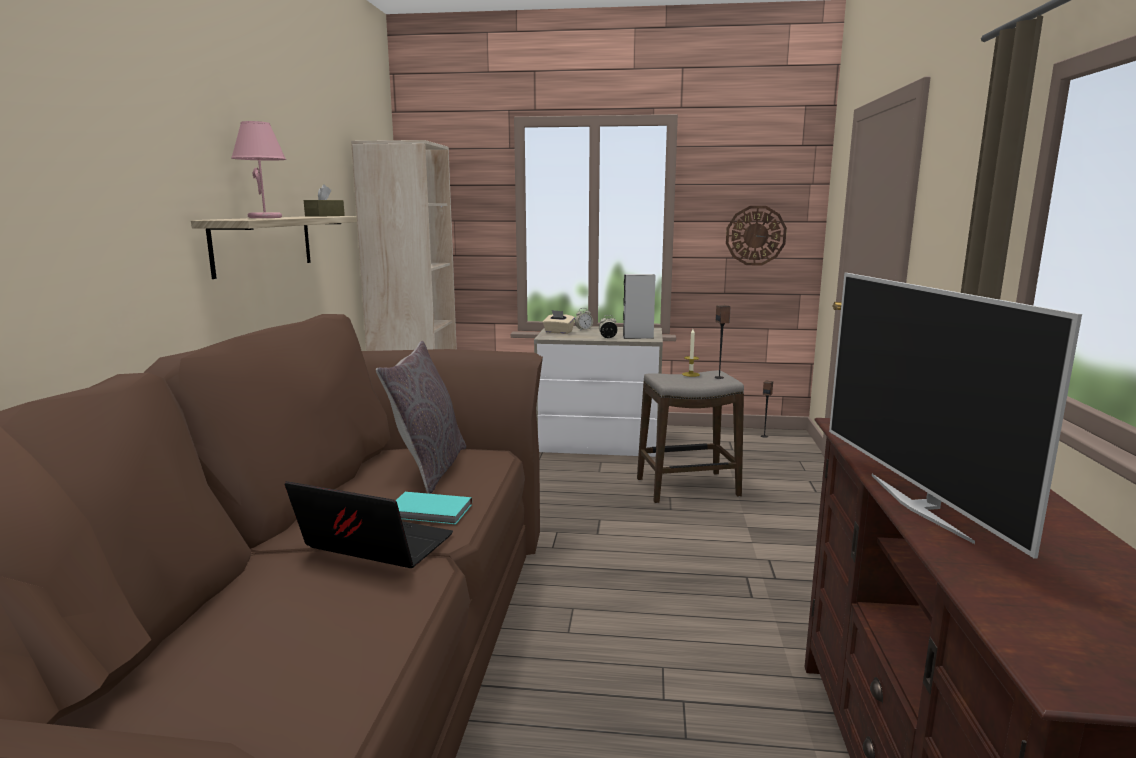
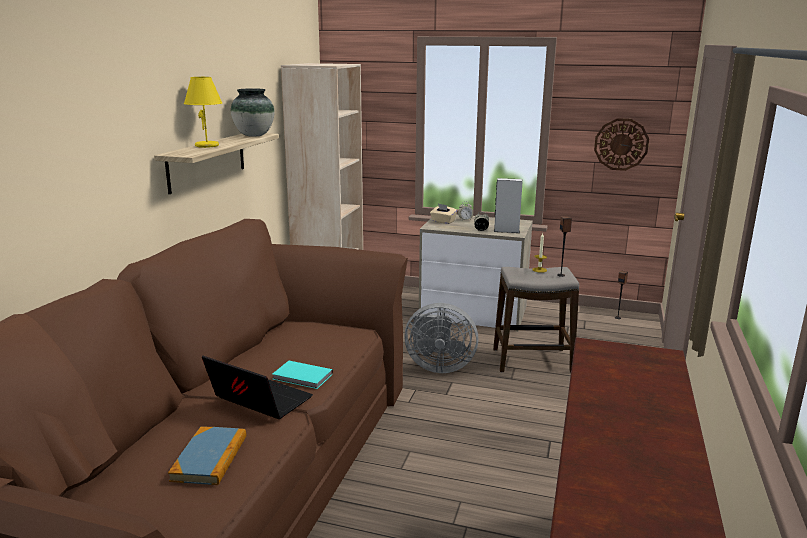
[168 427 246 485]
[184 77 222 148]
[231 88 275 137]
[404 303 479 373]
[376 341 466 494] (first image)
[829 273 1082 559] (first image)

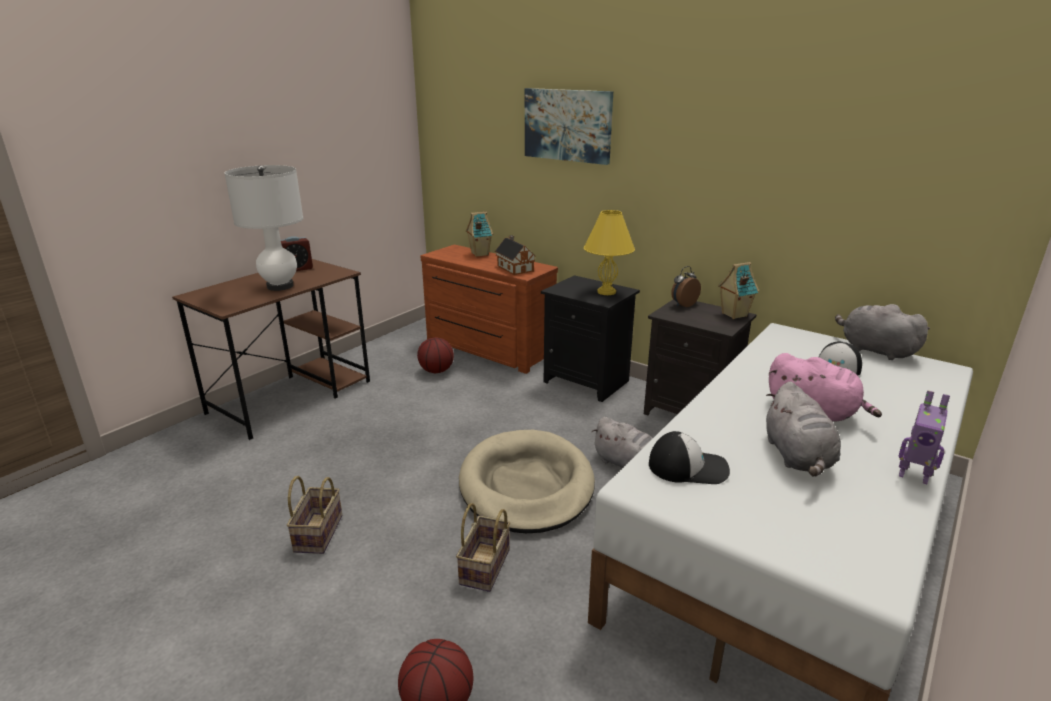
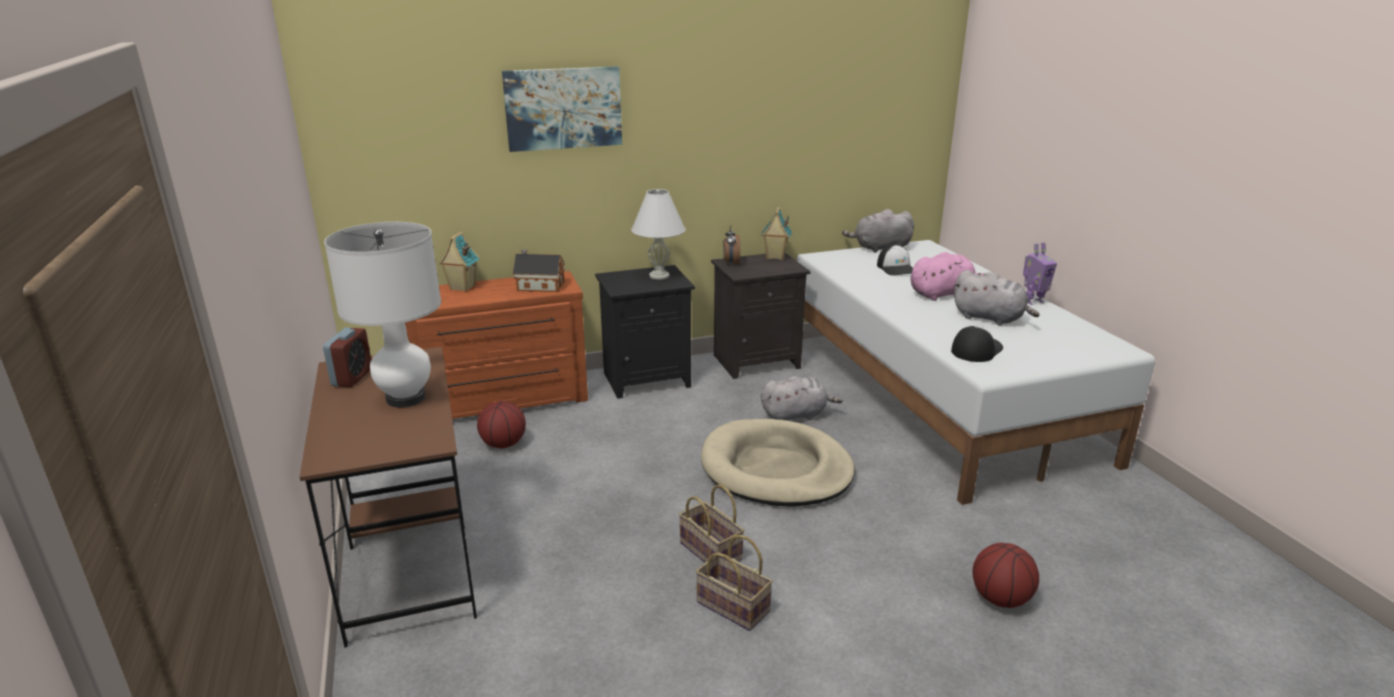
[631 189 686 280]
[679 484 744 563]

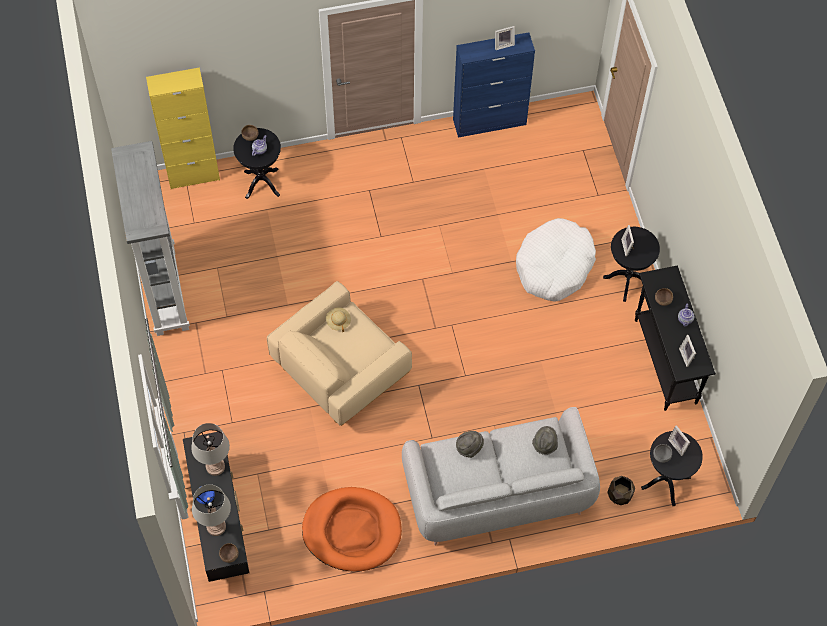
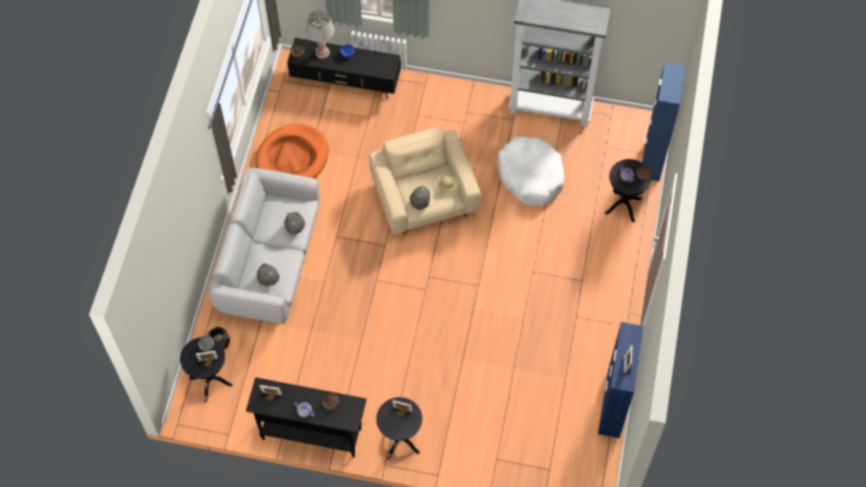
[410 186 430 210]
[497 136 564 206]
[642 62 685 181]
[191 423 230 476] (first image)

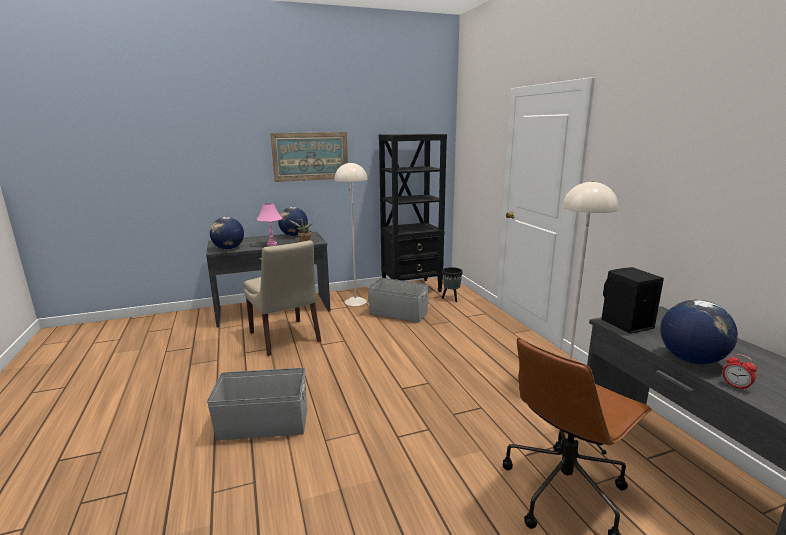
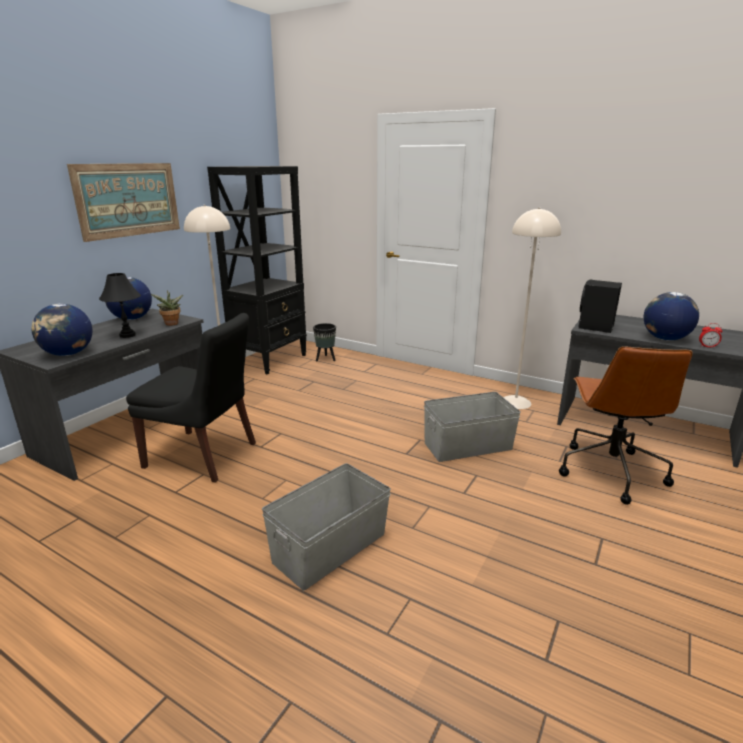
[99 273 141 338]
[126 313 256 483]
[424 392 521 462]

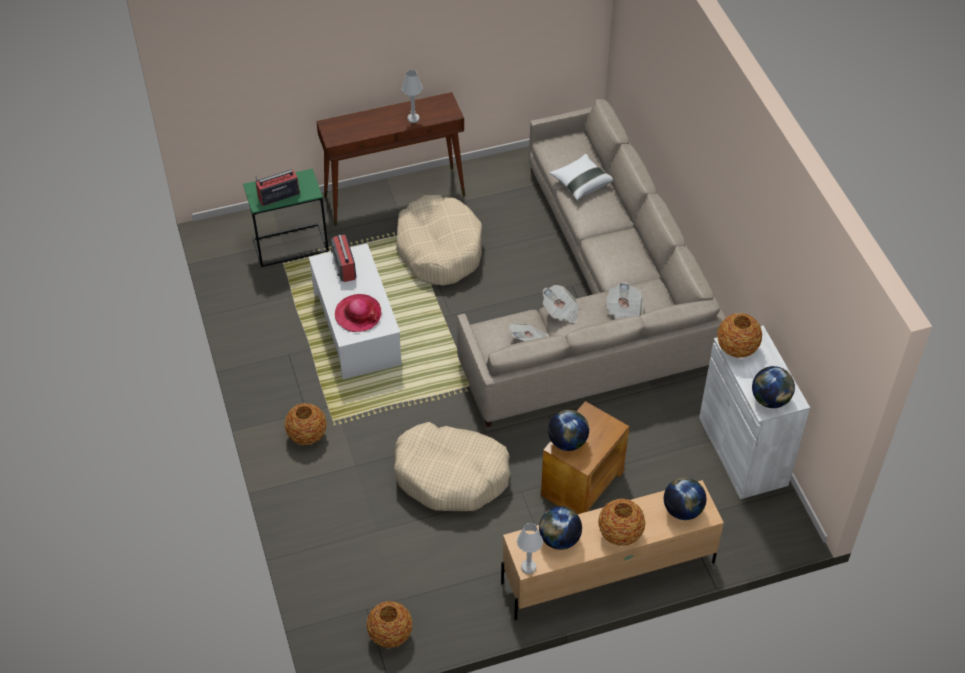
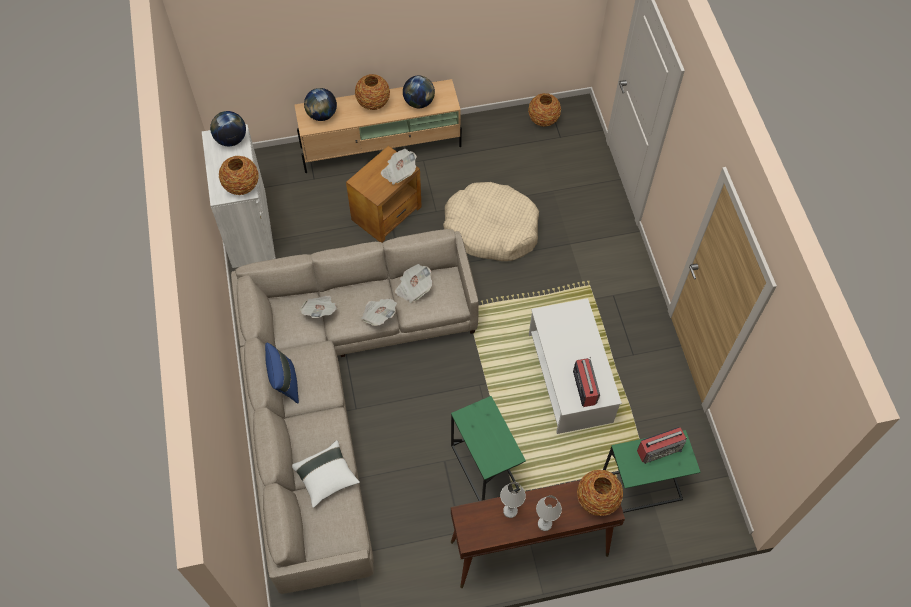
[265 343 299 404]
[381 149 417 185]
[451 396 526 501]
[536 495 562 531]
[577 470 623 516]
[335 294 381 332] (first image)

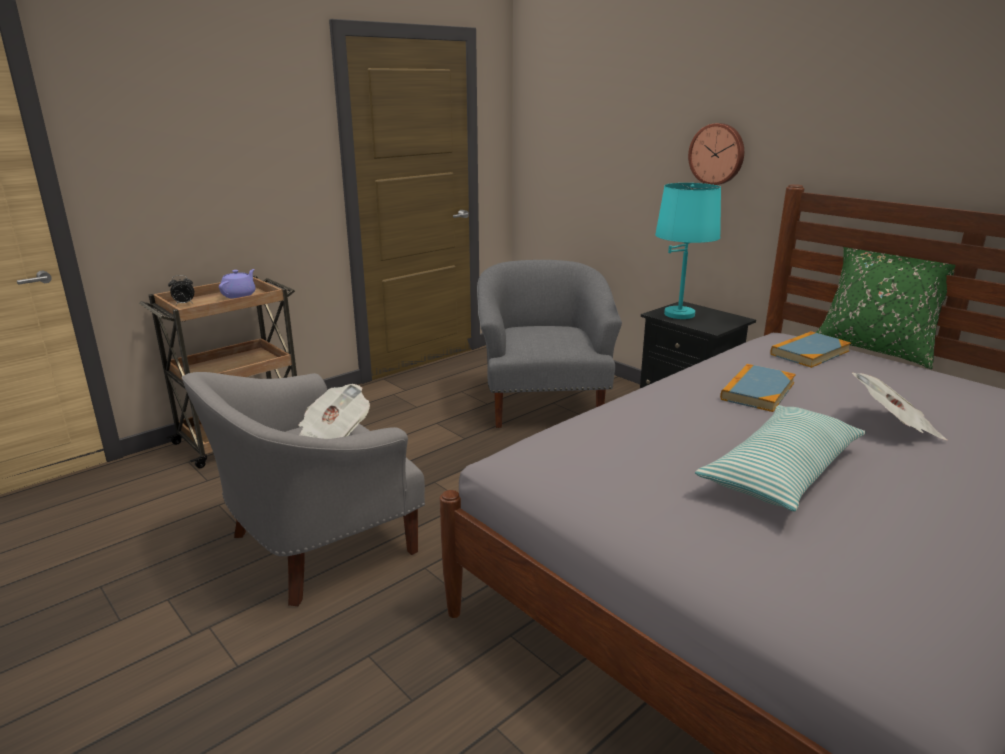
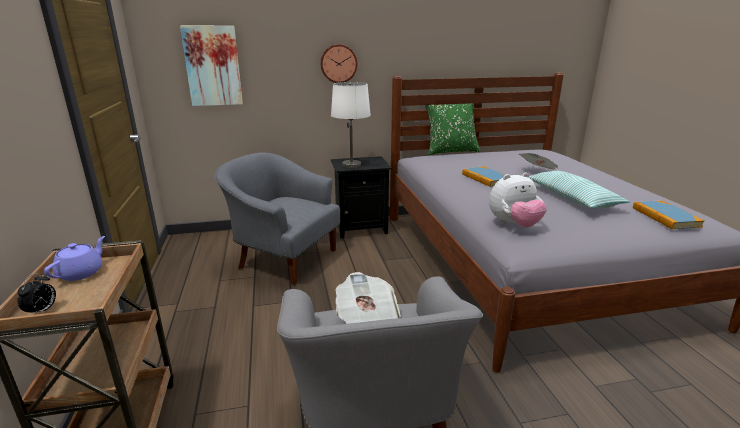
[44 236 105 281]
[180 26 243 106]
[331 82 371 168]
[489 172 547 228]
[633 201 705 229]

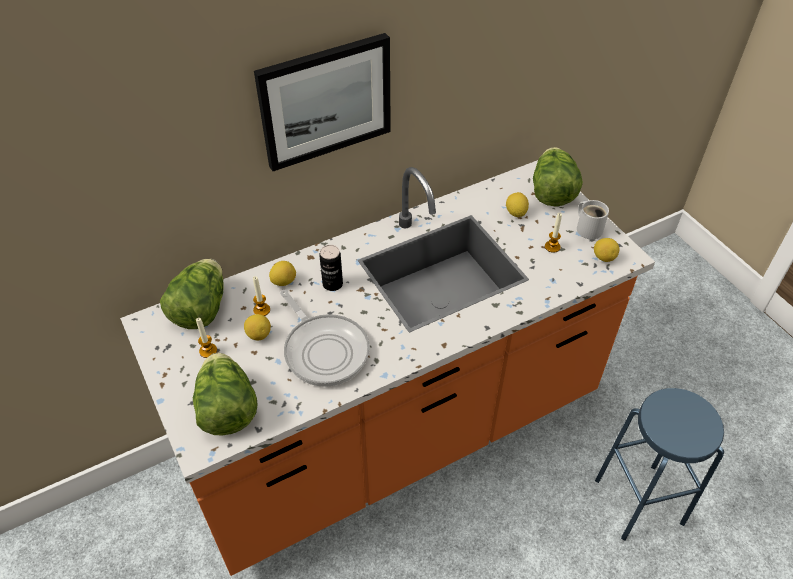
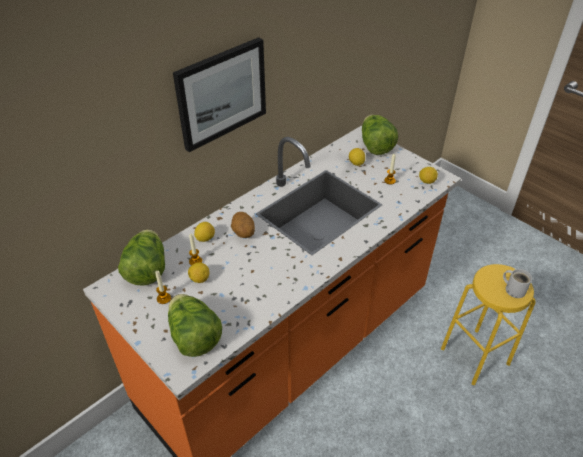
[231 212 255 238]
[441 264 535 385]
[503 269 532 298]
[280 290 370 387] (first image)

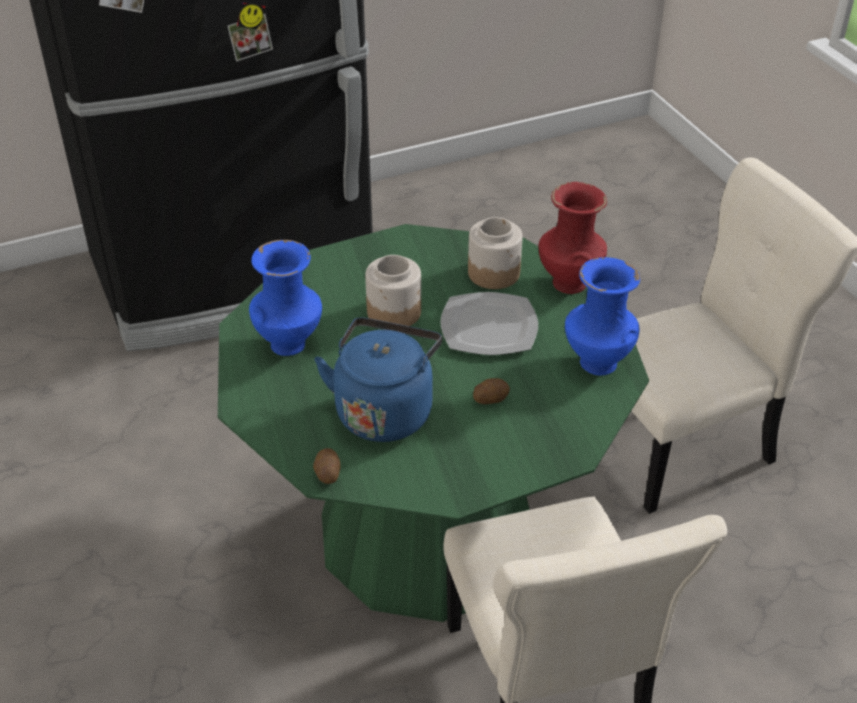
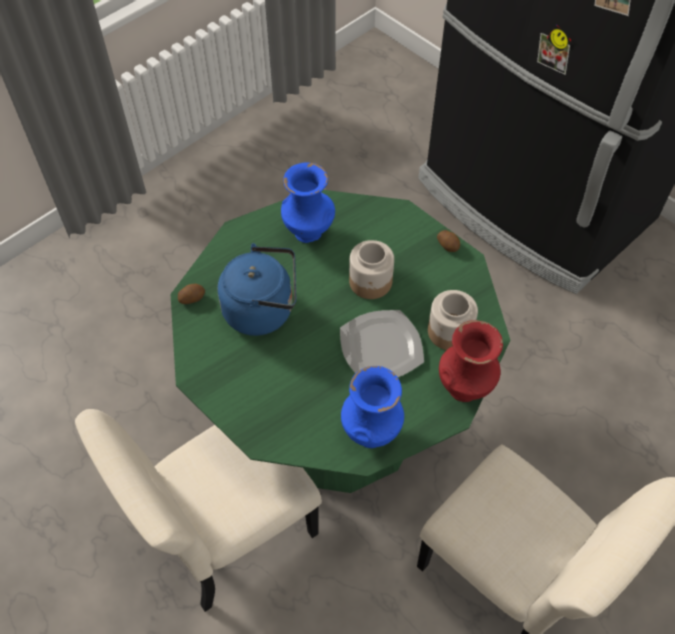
[437 230 460 252]

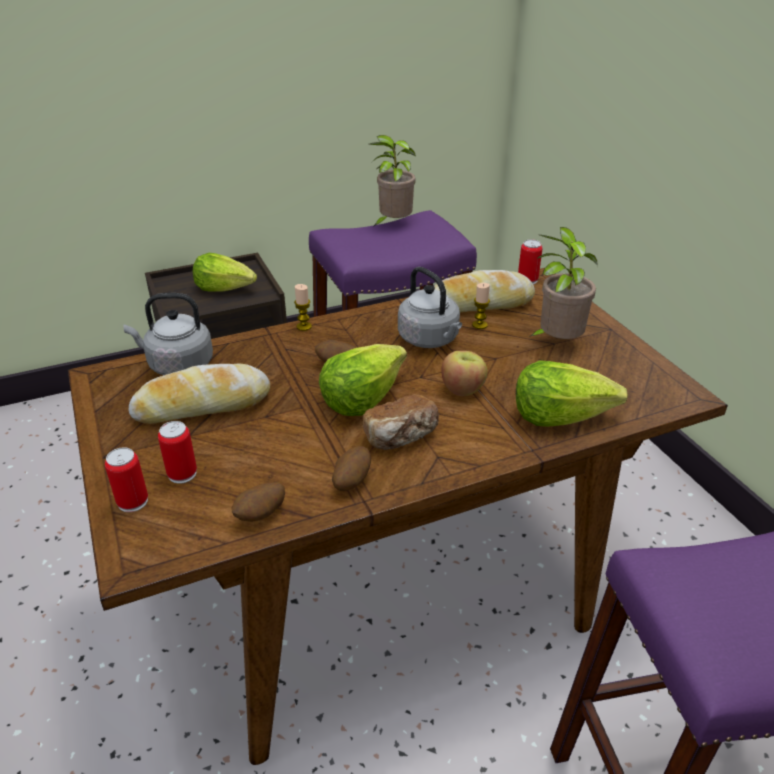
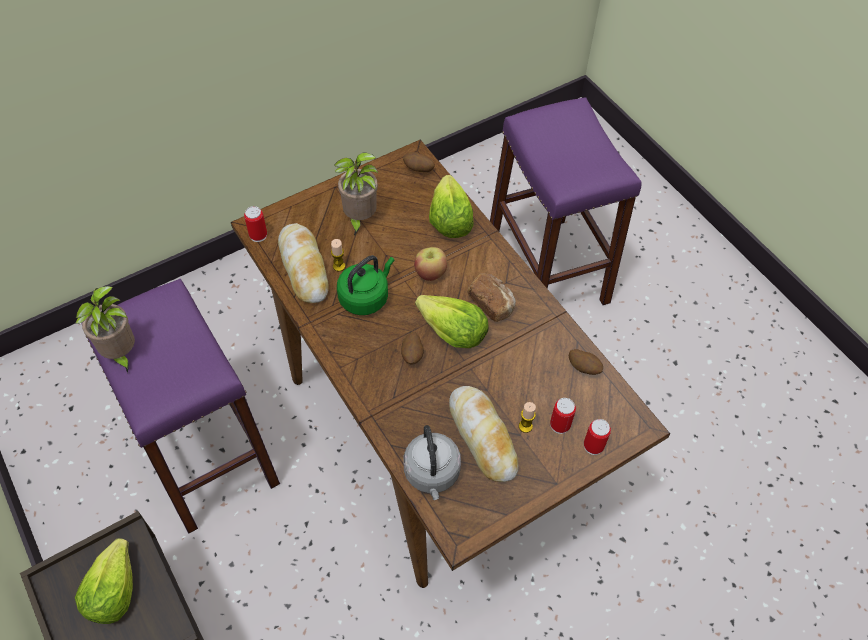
[337 255 395 315]
[403 152 435 172]
[519 402 536 433]

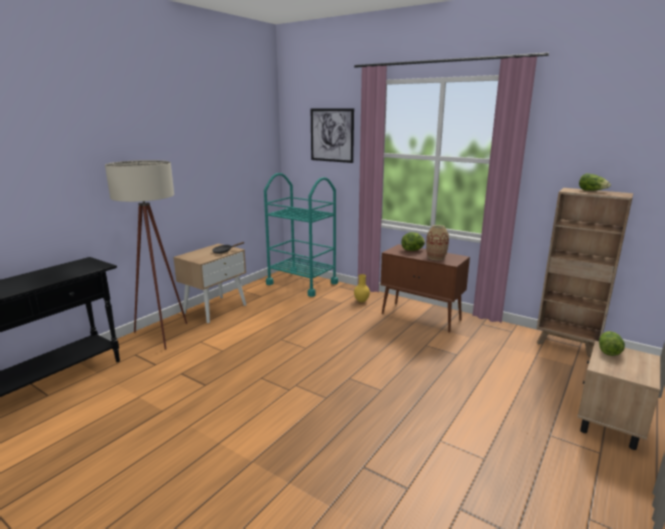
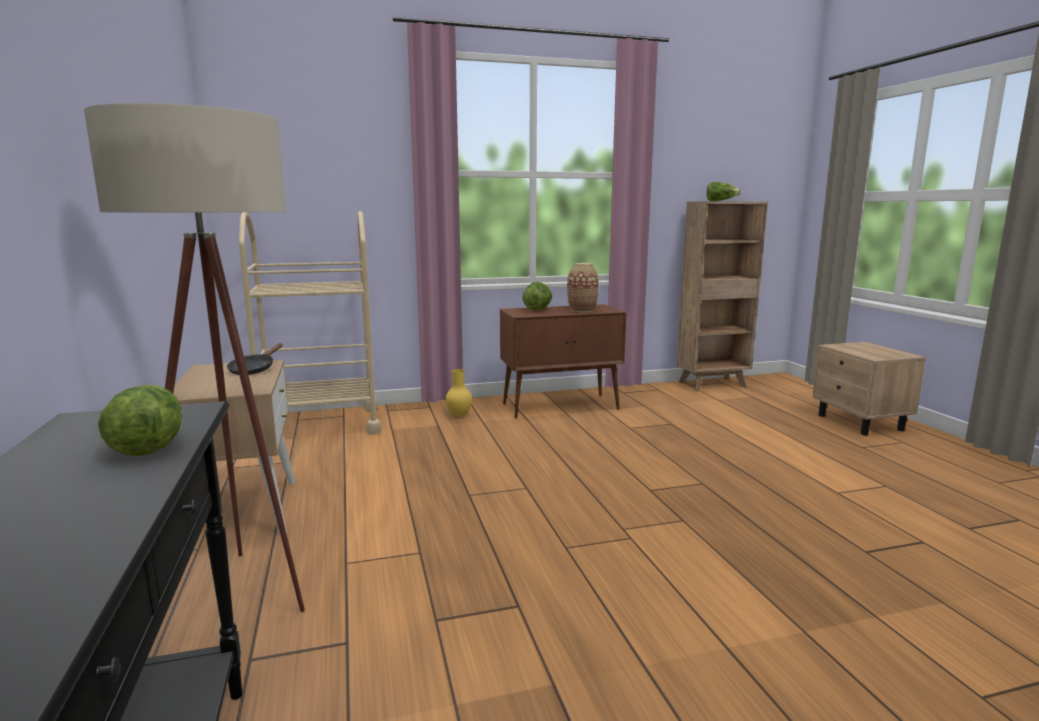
[98 385 182 456]
[239 211 381 435]
[311 108 354 163] (first image)

